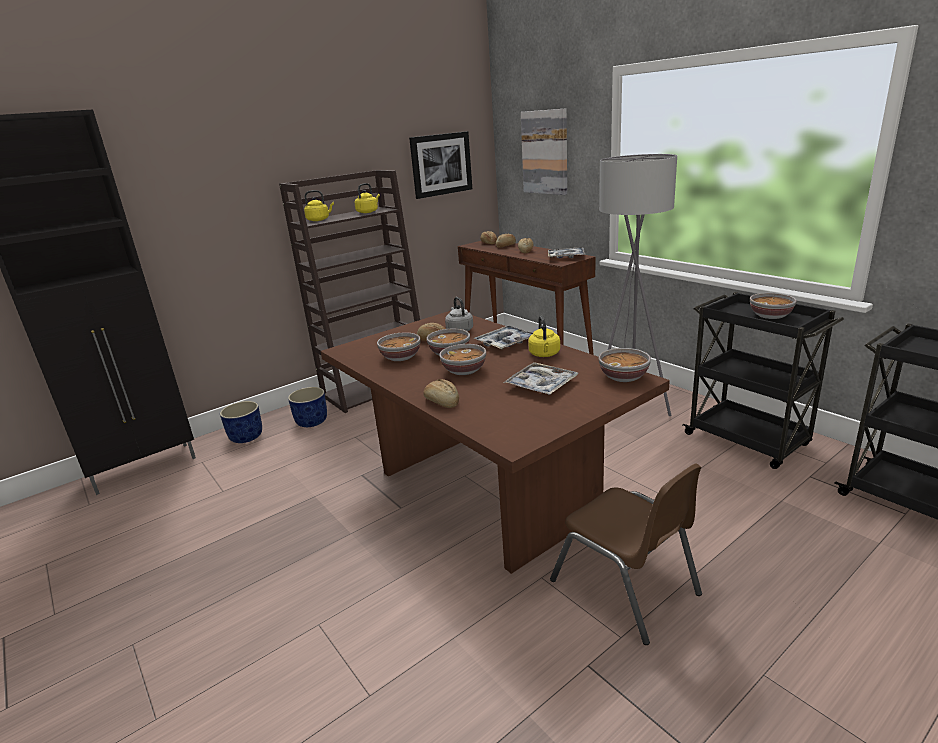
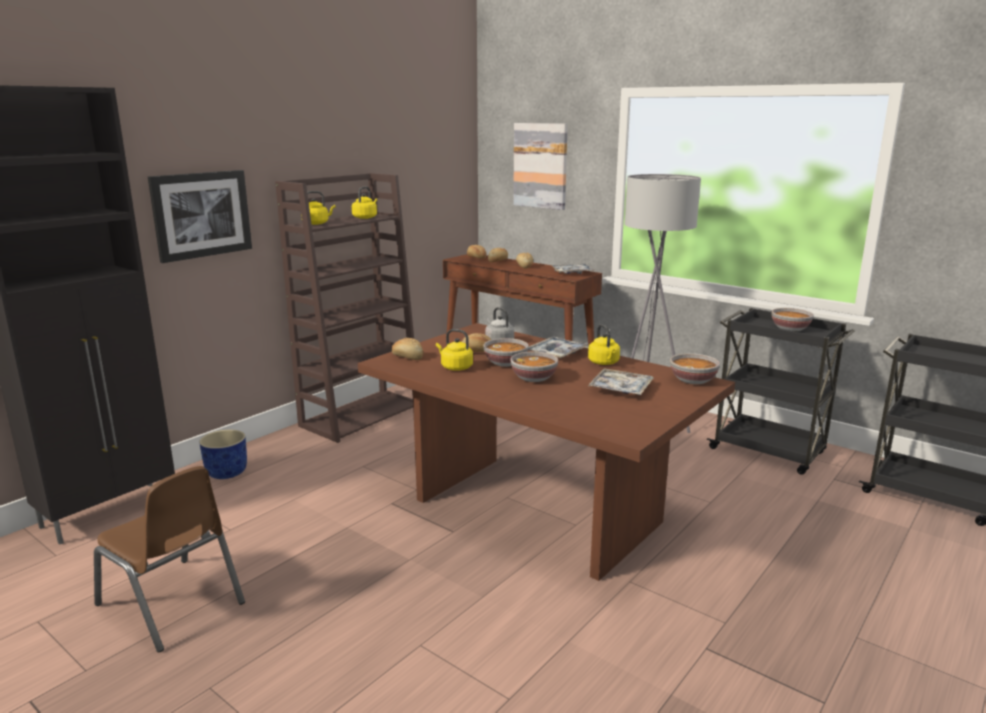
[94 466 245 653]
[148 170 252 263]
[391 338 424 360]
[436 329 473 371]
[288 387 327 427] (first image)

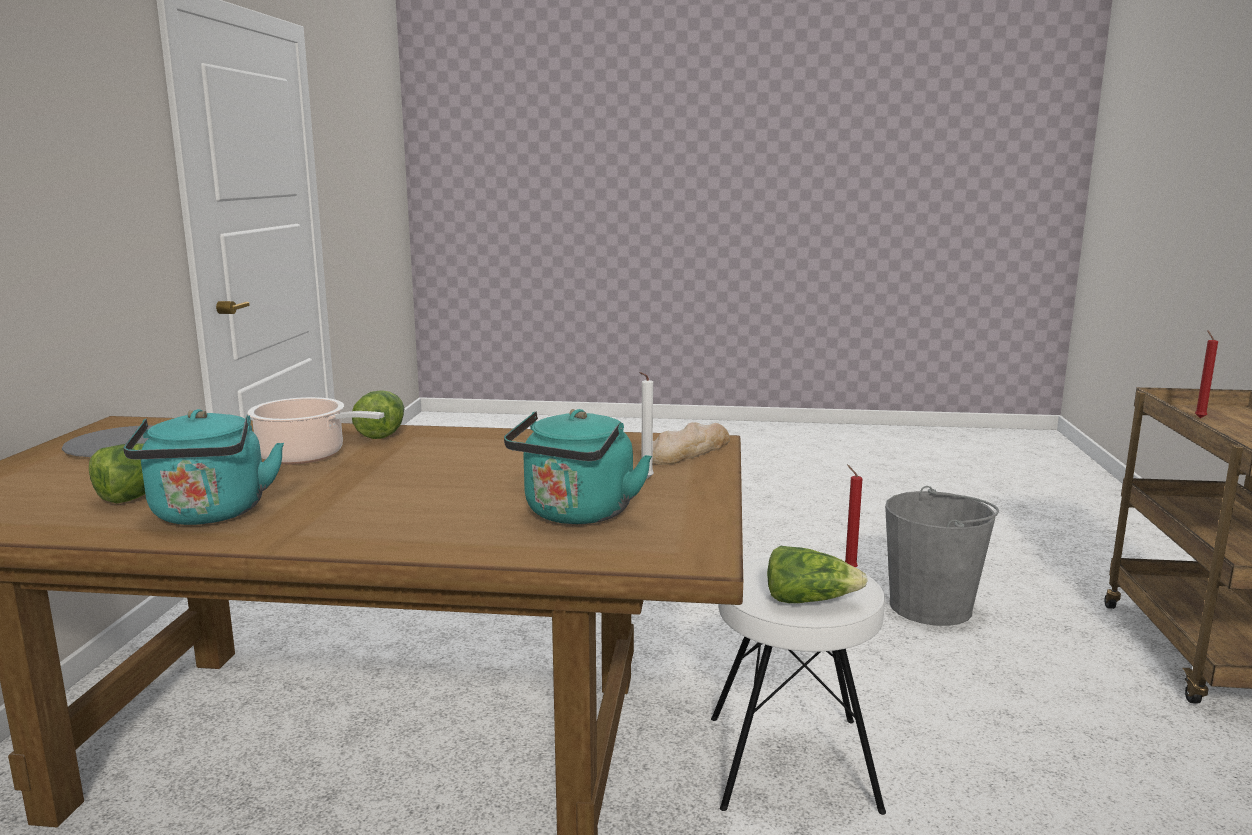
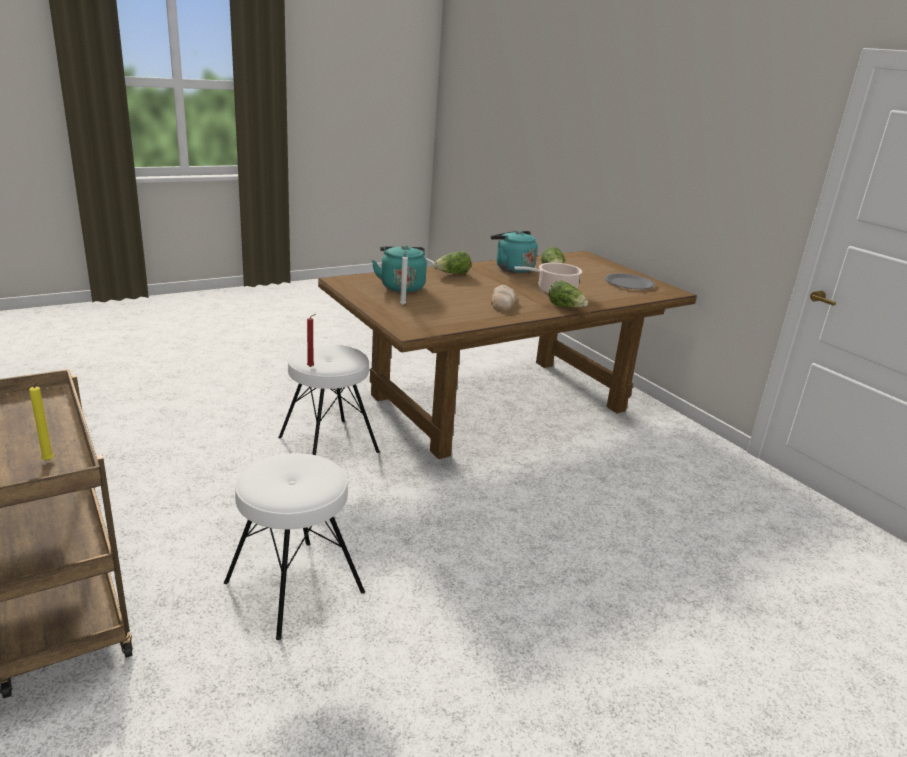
[29 383 54 461]
[224 453 365 640]
[433 251 471 274]
[491 285 515 312]

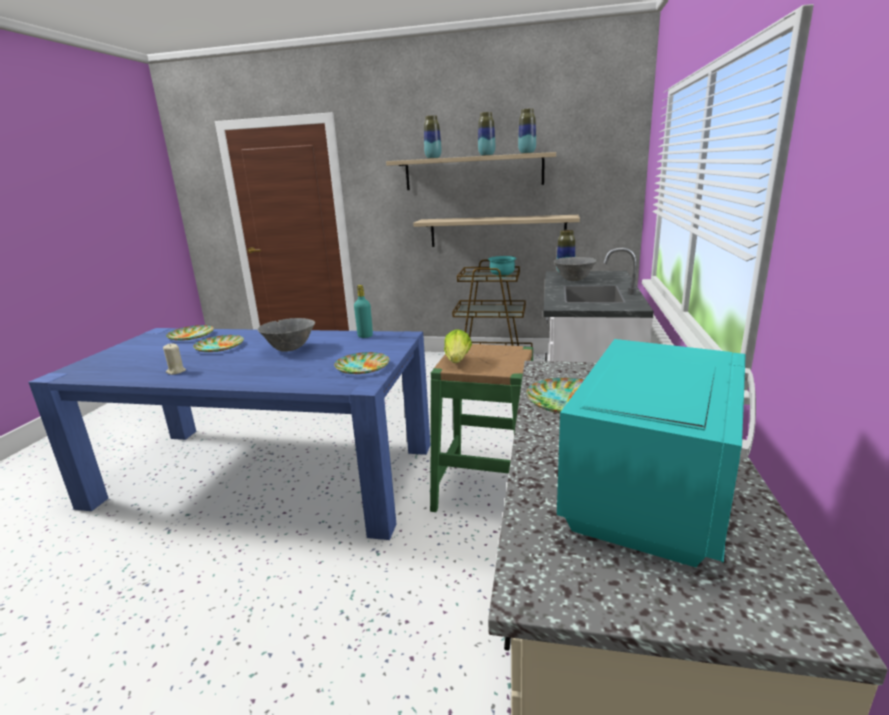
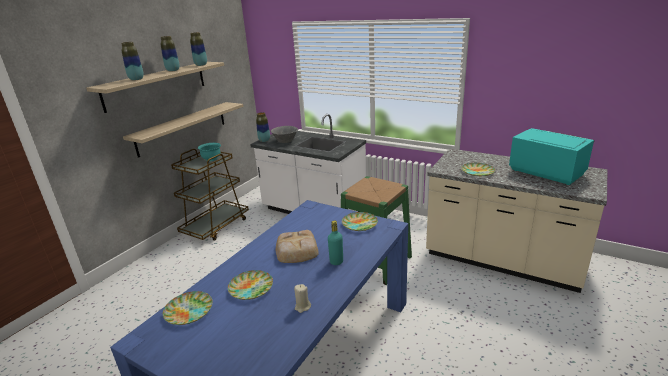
[276 230 319 263]
[328 221 343 265]
[444 329 472 363] (first image)

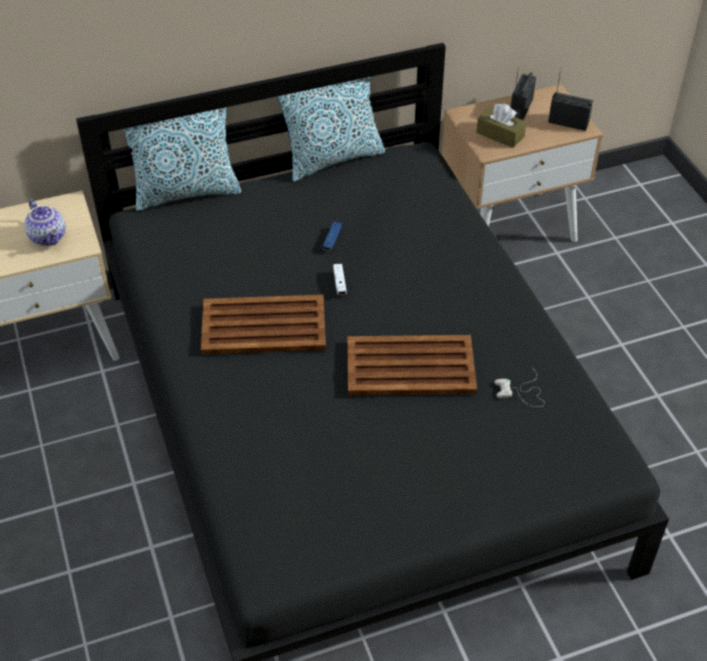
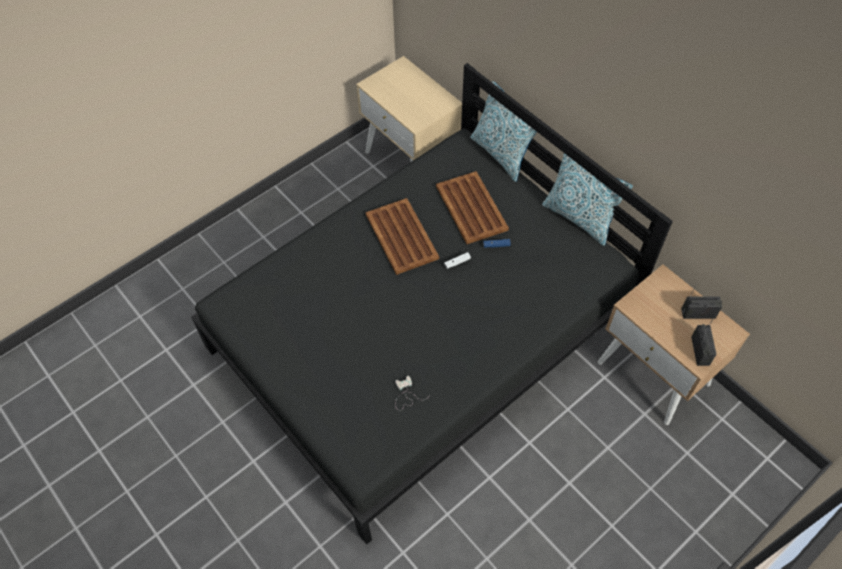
[436 171 509 244]
[24 199 65 246] (first image)
[476 103 526 148] (first image)

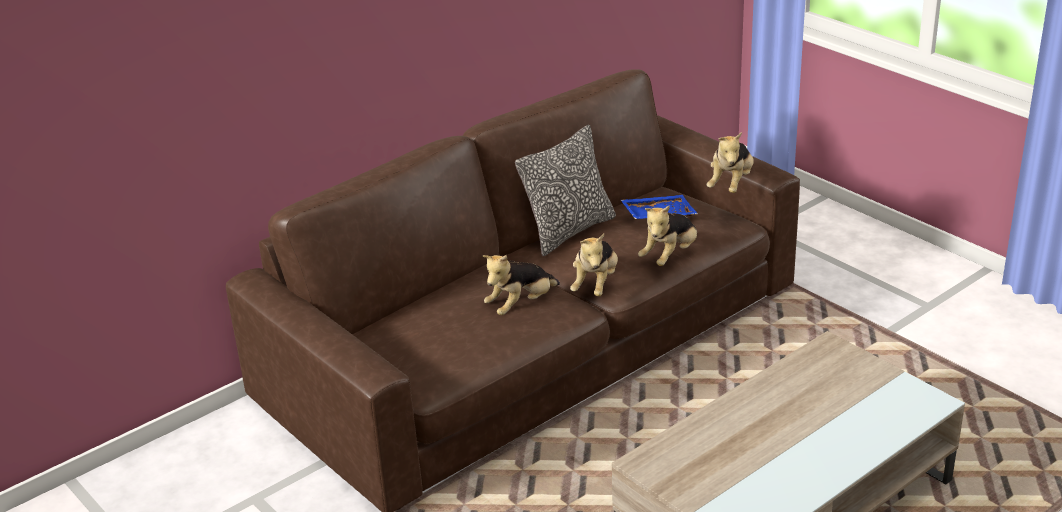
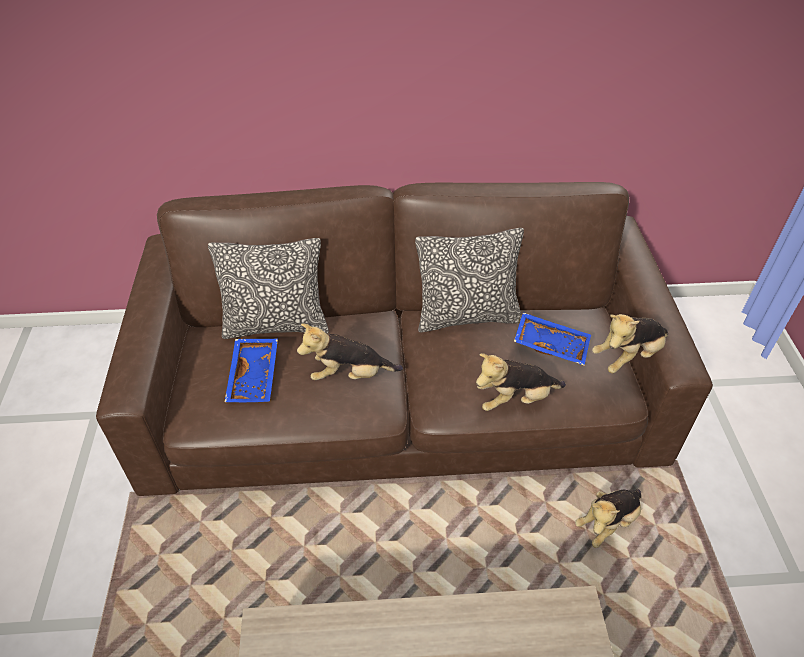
[208 238 329 339]
[225 339 278 402]
[575 489 642 548]

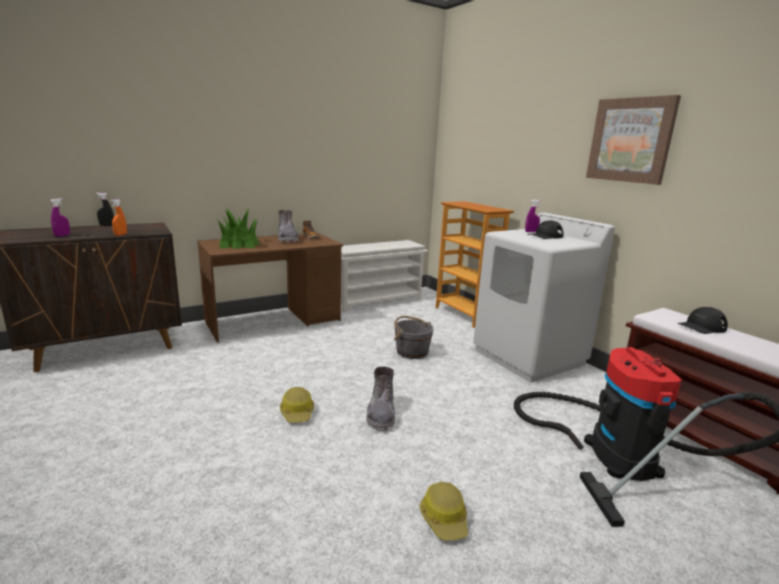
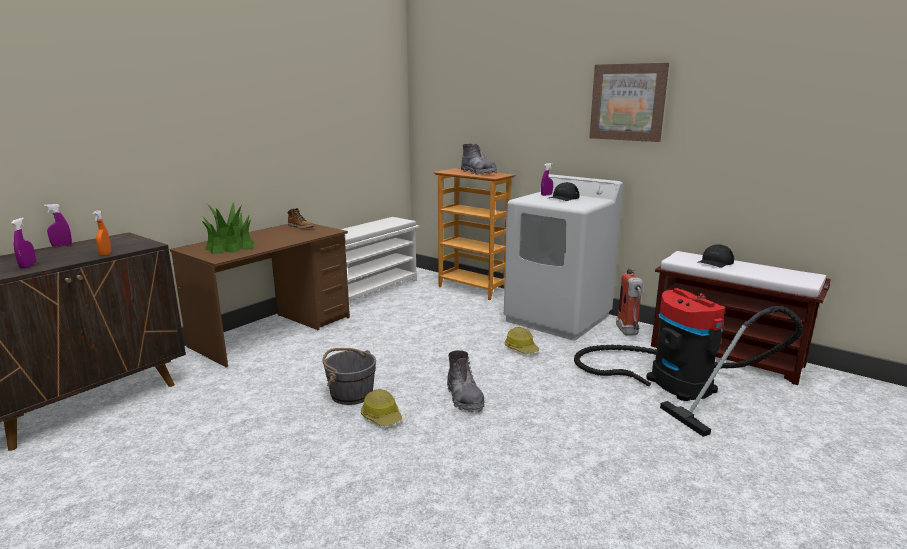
[44 204 72 247]
[323 348 376 405]
[461 143 497 175]
[505 327 539 354]
[616 267 643 335]

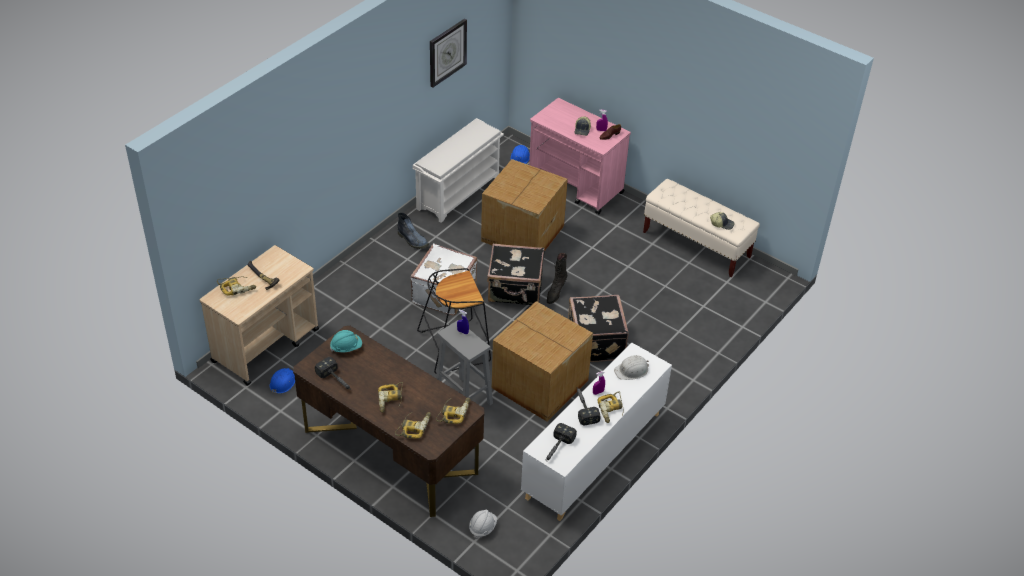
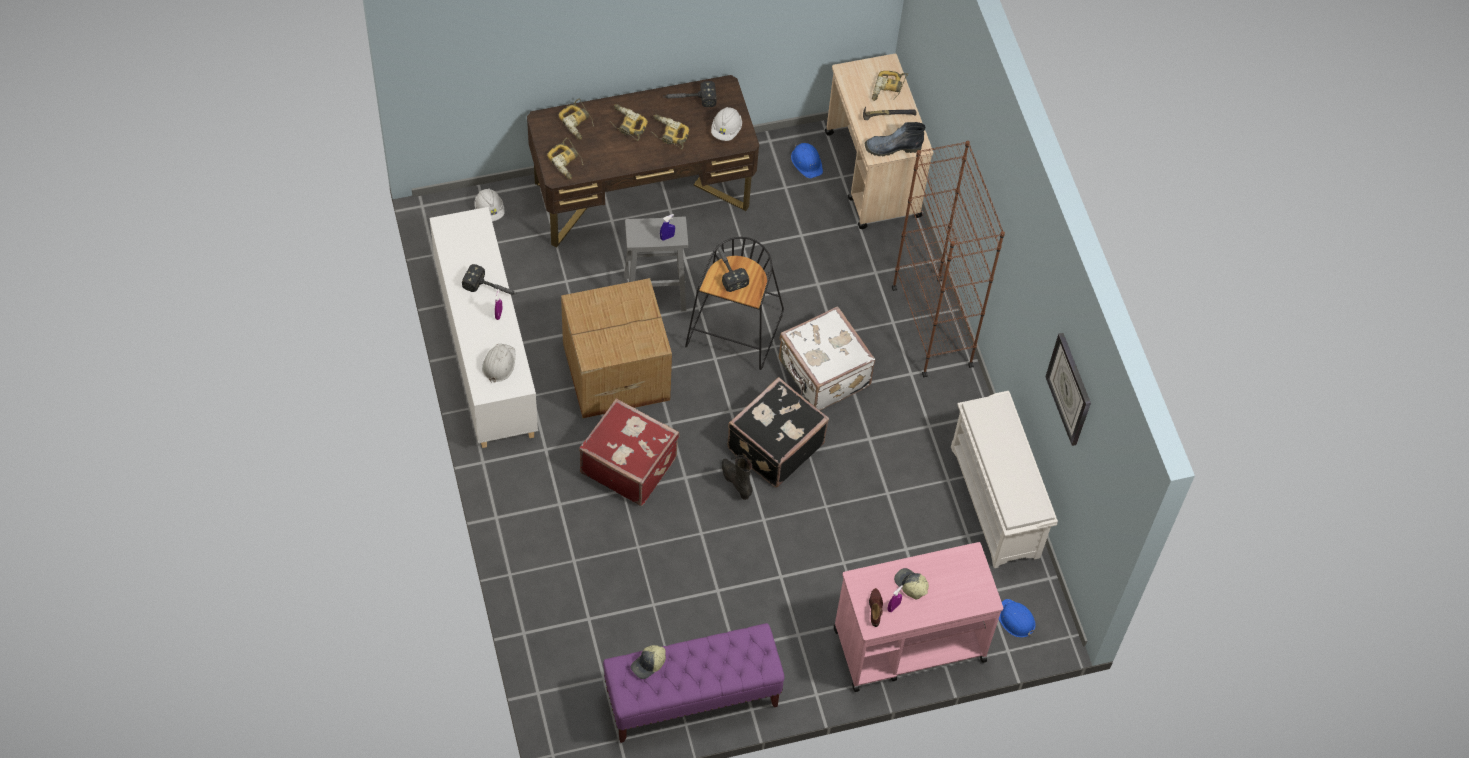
[579 398 679 506]
[603 623 784 743]
[652 114 689 149]
[711 107 742 141]
[716 243 749 292]
[865 122 925 157]
[892 141 1005 377]
[481 159 568 250] (first image)

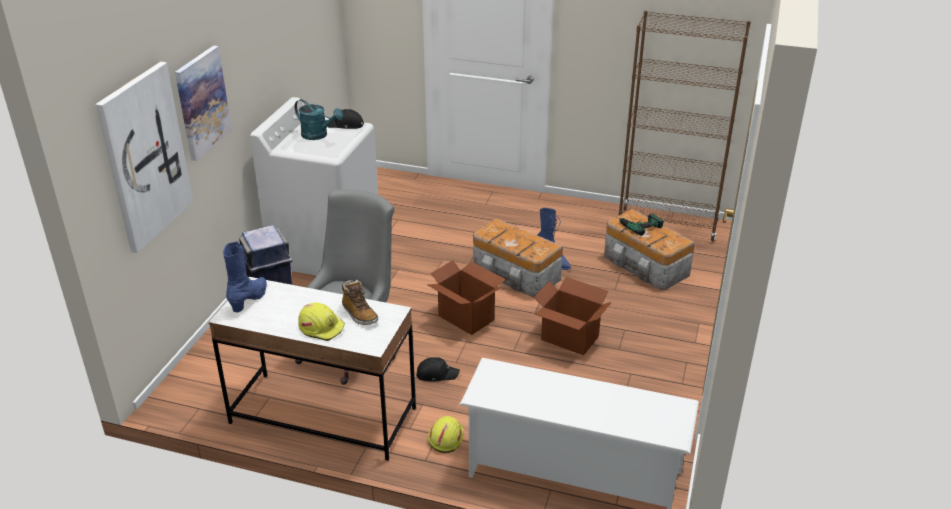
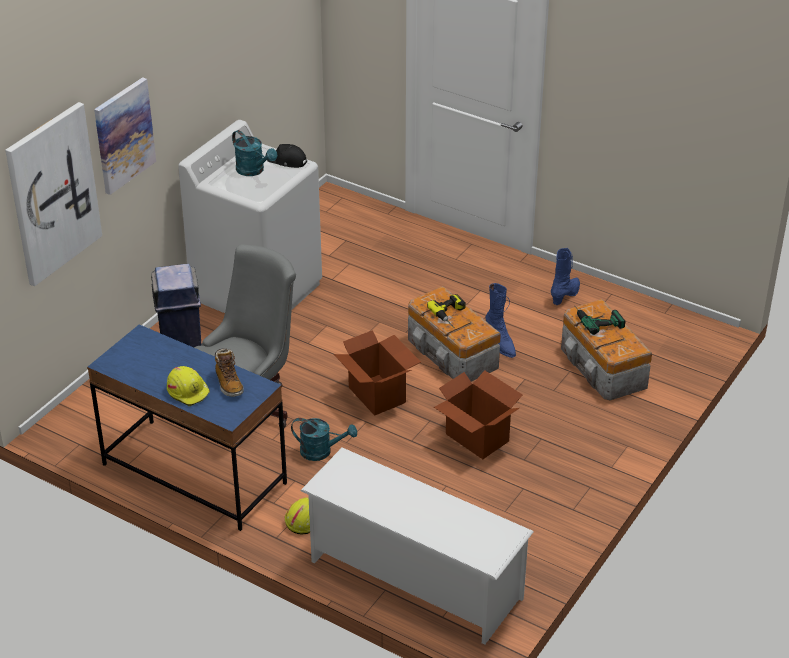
[87 324 287 531]
[291 418 357 461]
[427 294 466 328]
[551 248 580 305]
[619 10 751 241] (first image)

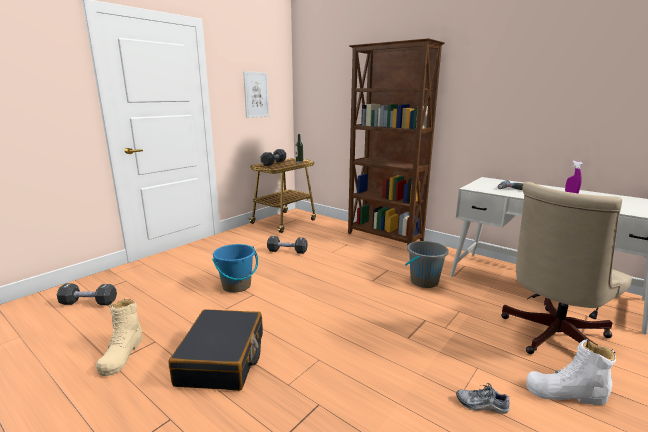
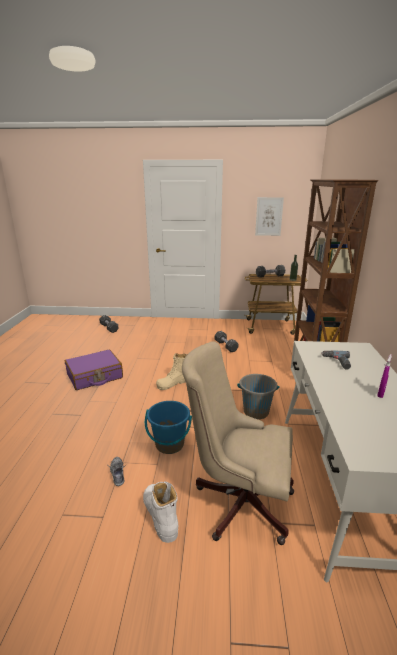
[65 350 123 390]
[145 401 192 454]
[156 353 187 390]

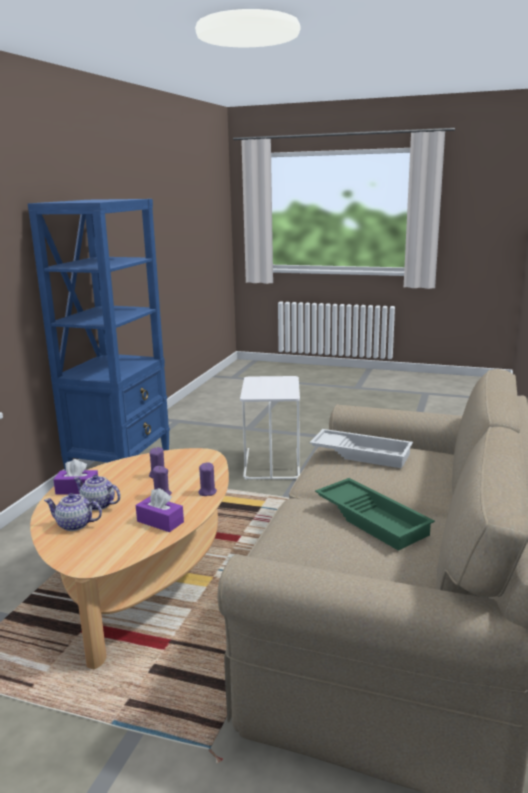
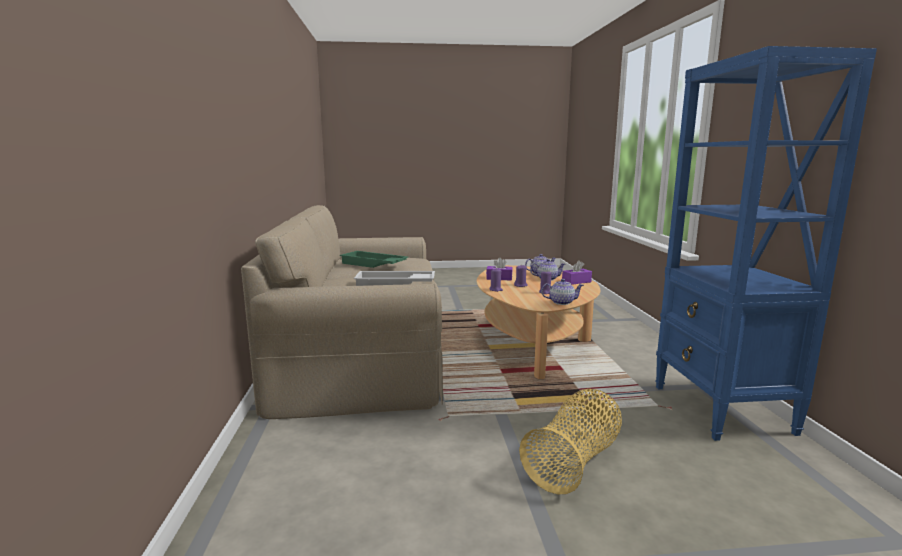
[519 389 622 494]
[541 279 584 305]

